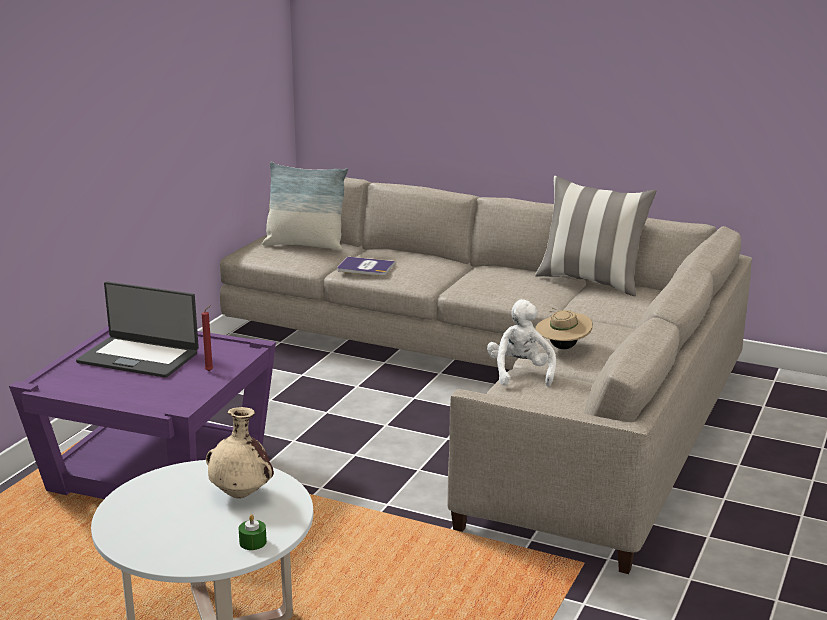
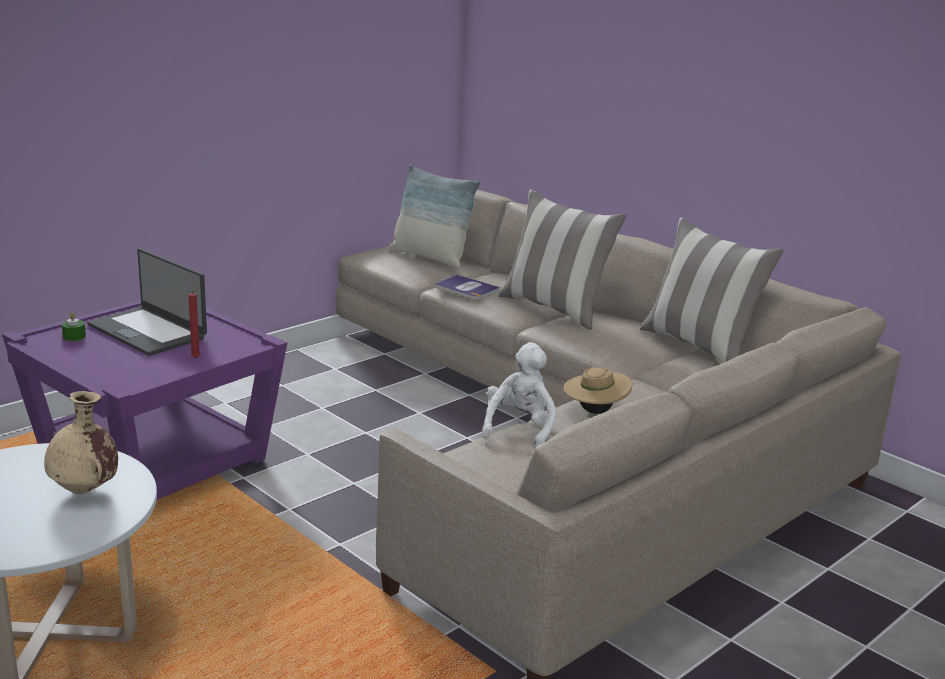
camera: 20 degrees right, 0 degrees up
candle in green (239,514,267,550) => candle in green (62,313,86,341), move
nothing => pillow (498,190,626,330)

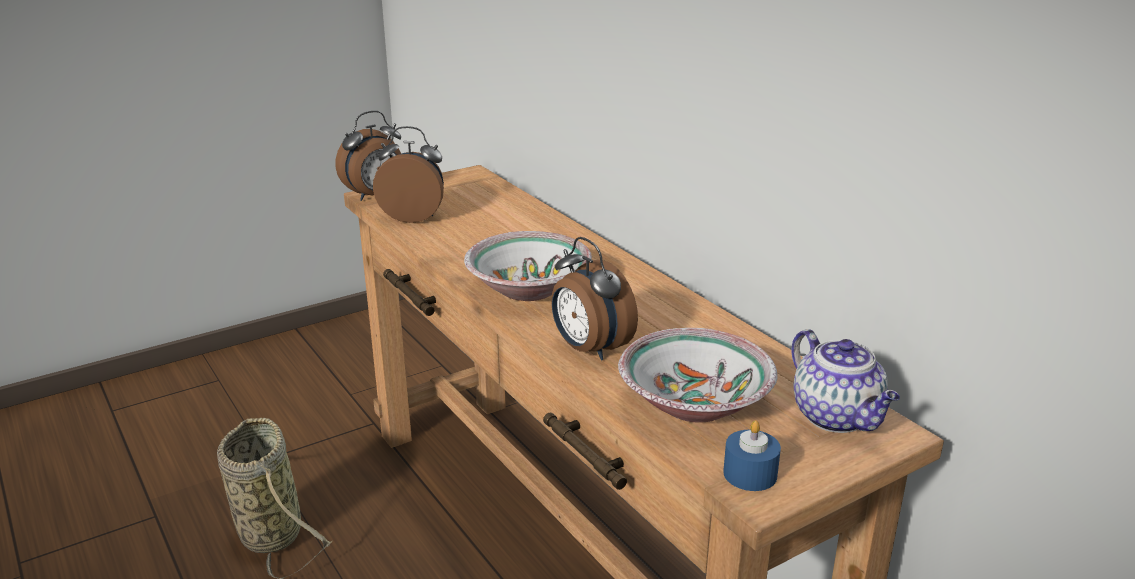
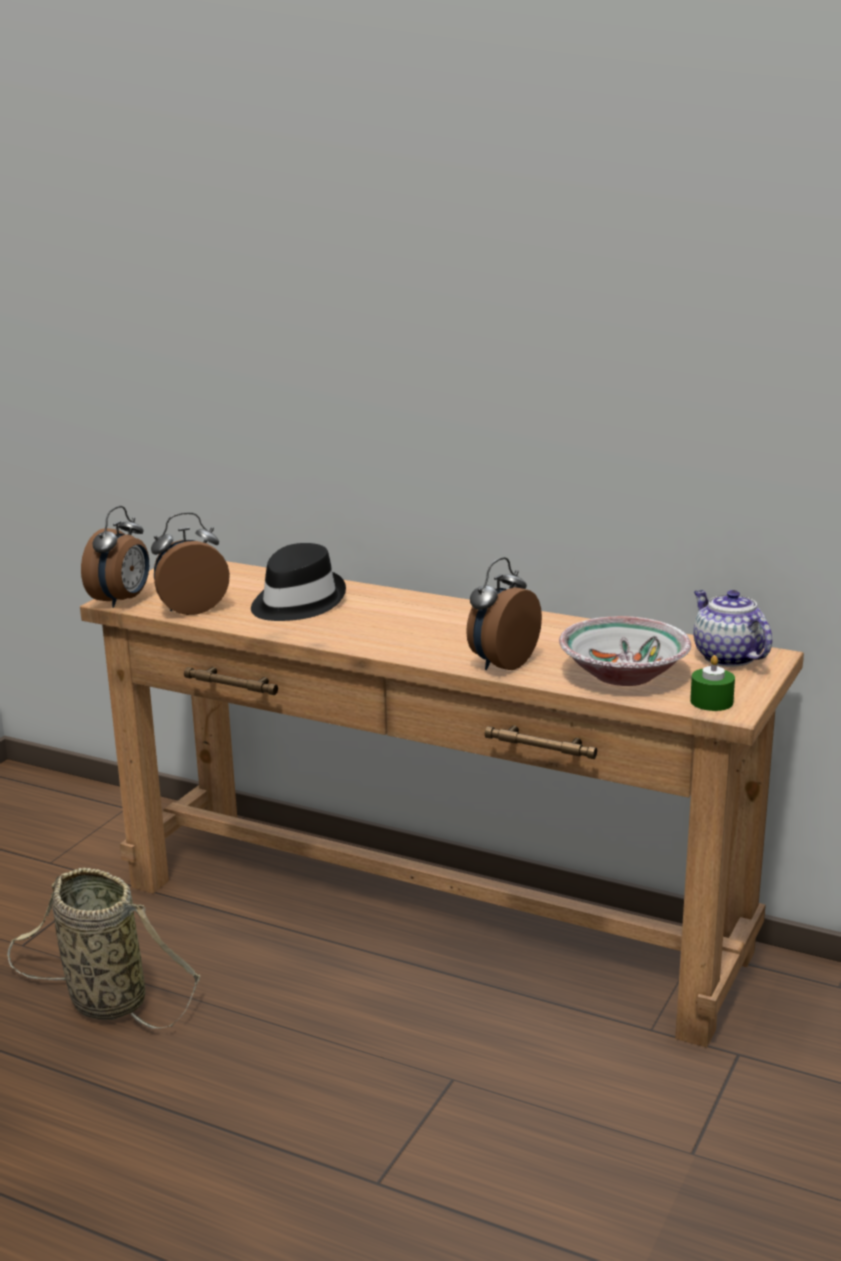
camera: 30 degrees left, 5 degrees down
nothing => hat in black (251,543,346,621)
alarm clock (551,237,638,361) => alarm clock (466,557,542,670), 105 degrees clockwise
candle in blue (723,420,781,491) => candle in green (690,655,735,711)
teapot (792,329,900,433) => teapot (693,590,772,667), 150 degrees counterclockwise
bowl (464,231,592,301) => nothing

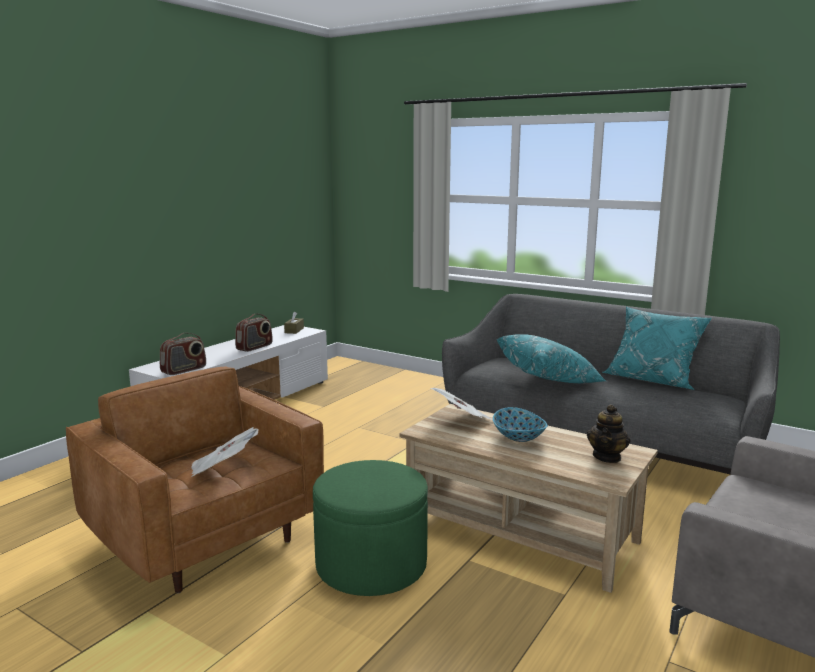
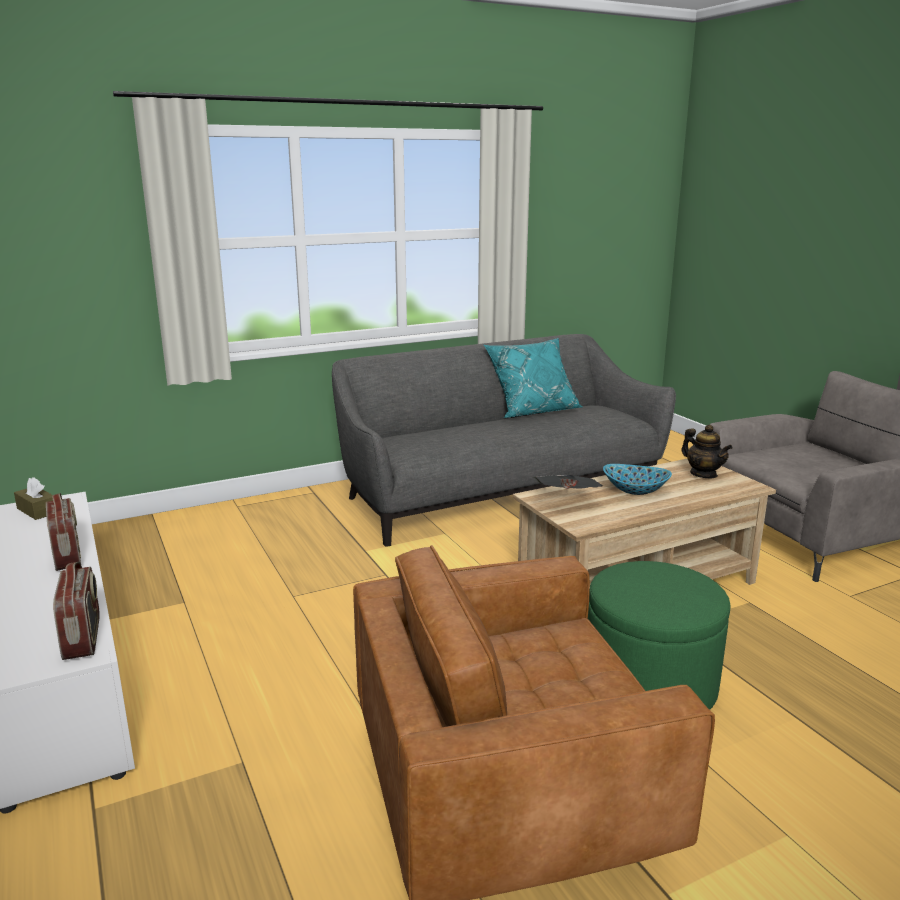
camera: 60 degrees left, 5 degrees up
newspaper (191,427,259,477) => nothing
pillow in turquoise (497,334,606,383) => nothing

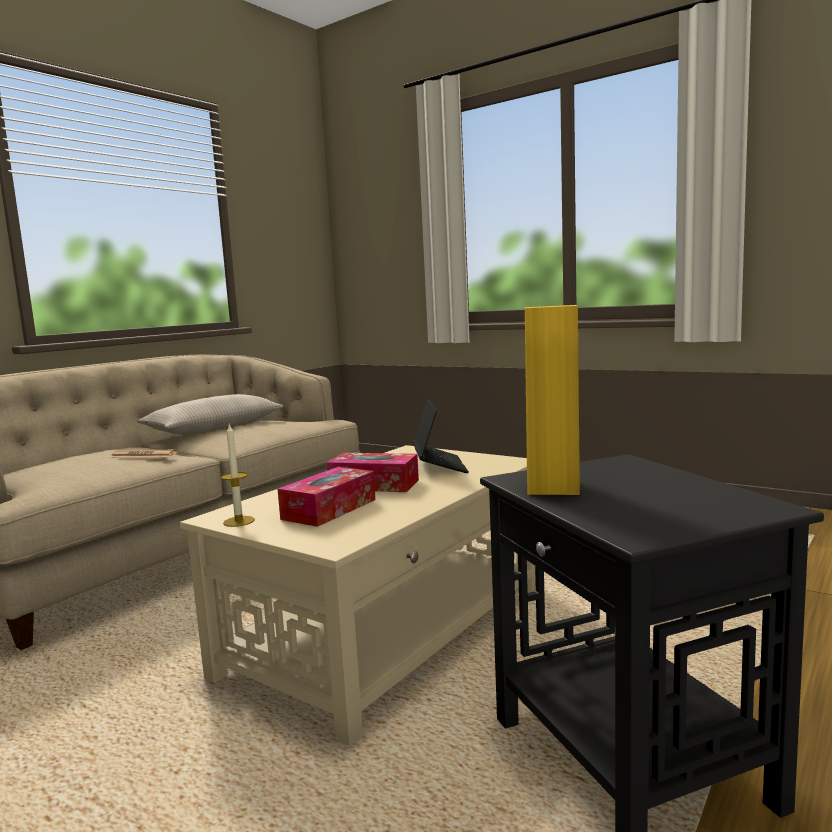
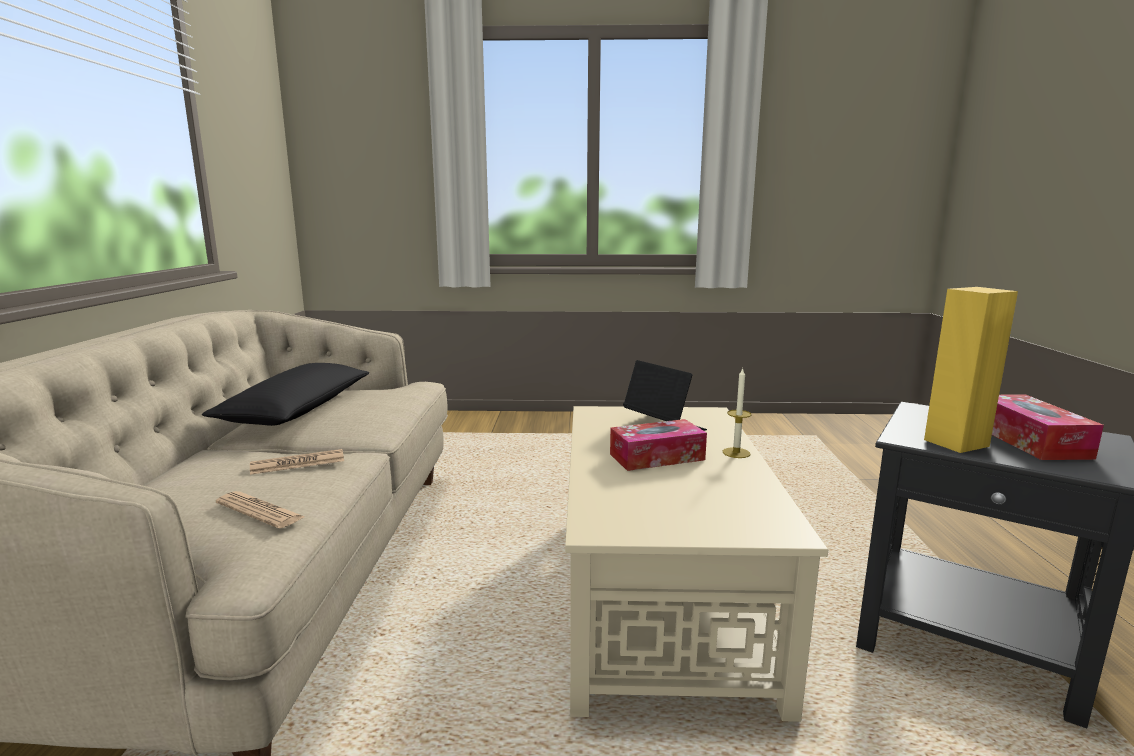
camera: 35 degrees left, 5 degrees up
pillow in beige (136,394,283,434) => pillow in black (202,363,369,426)
nothing => newspaper (216,491,305,528)
candle (221,424,255,527) => candle (723,368,751,458), move
tissue box (278,467,376,527) => tissue box (992,394,1104,460), move

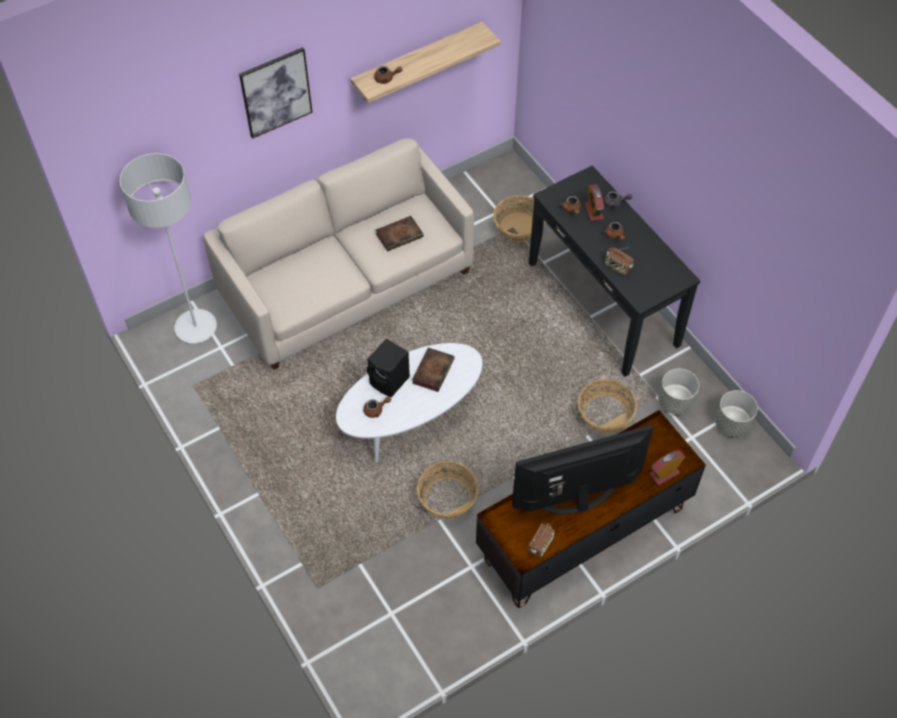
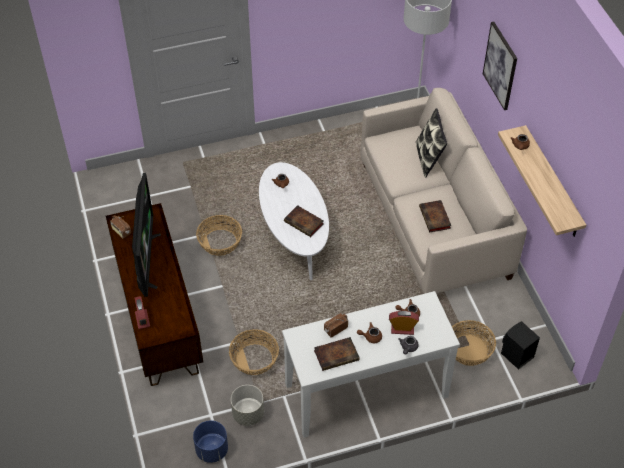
camera: 105 degrees right, 5 degrees down
planter in grey (715,390,758,437) => planter in blue (193,420,228,463)
console table in black (529,166,700,377) => console table in white (282,291,460,438)
nothing => book (314,337,360,371)
nothing => pillow (416,108,447,178)
speaker in black (367,339,410,397) => speaker in black (501,321,540,370), move

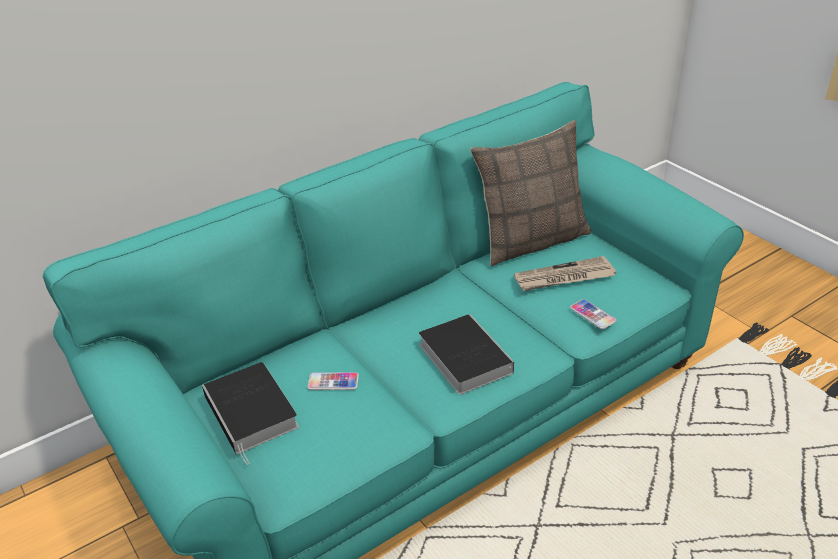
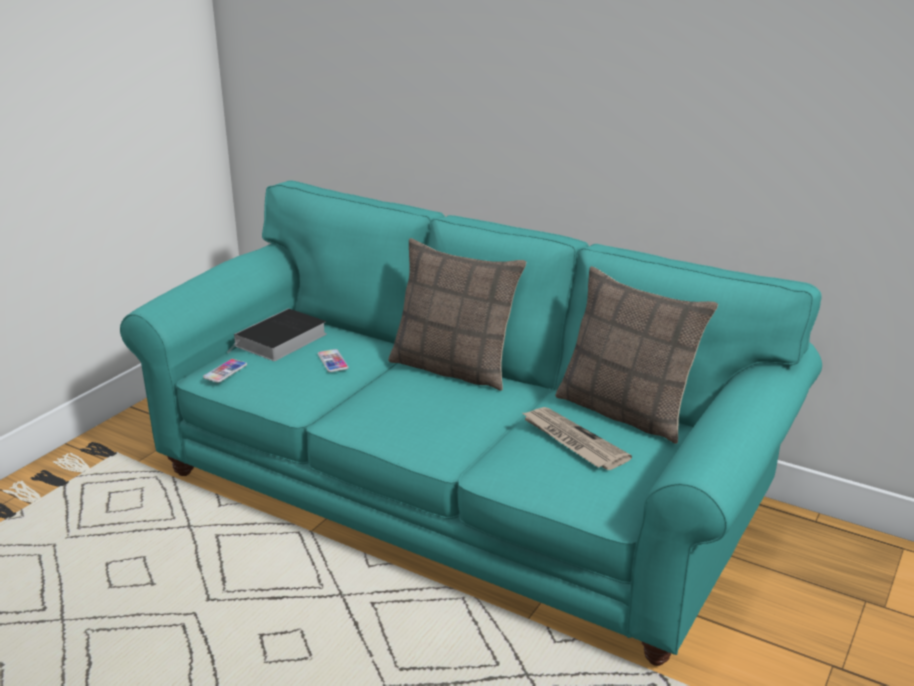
camera: 65 degrees right, 10 degrees down
phone (570,299,616,329) => phone (203,359,247,383), move
nothing => pillow (388,238,526,391)
book (419,314,514,395) => nothing

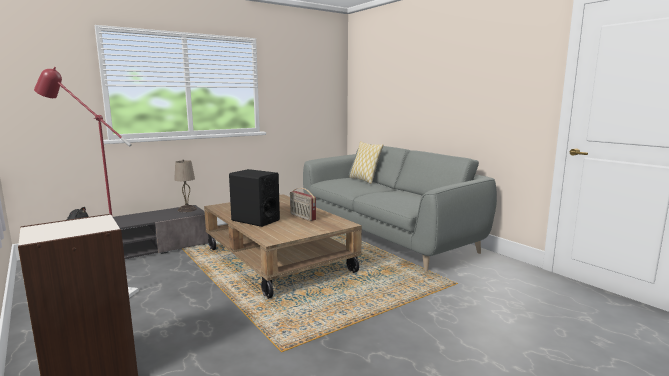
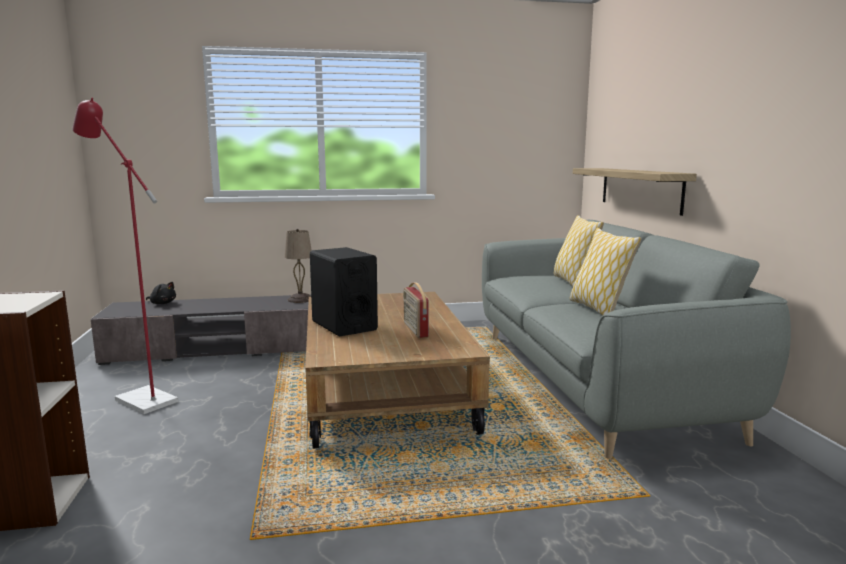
camera: 25 degrees right, 0 degrees up
nothing => pillow (570,228,642,315)
nothing => shelf (573,168,697,216)

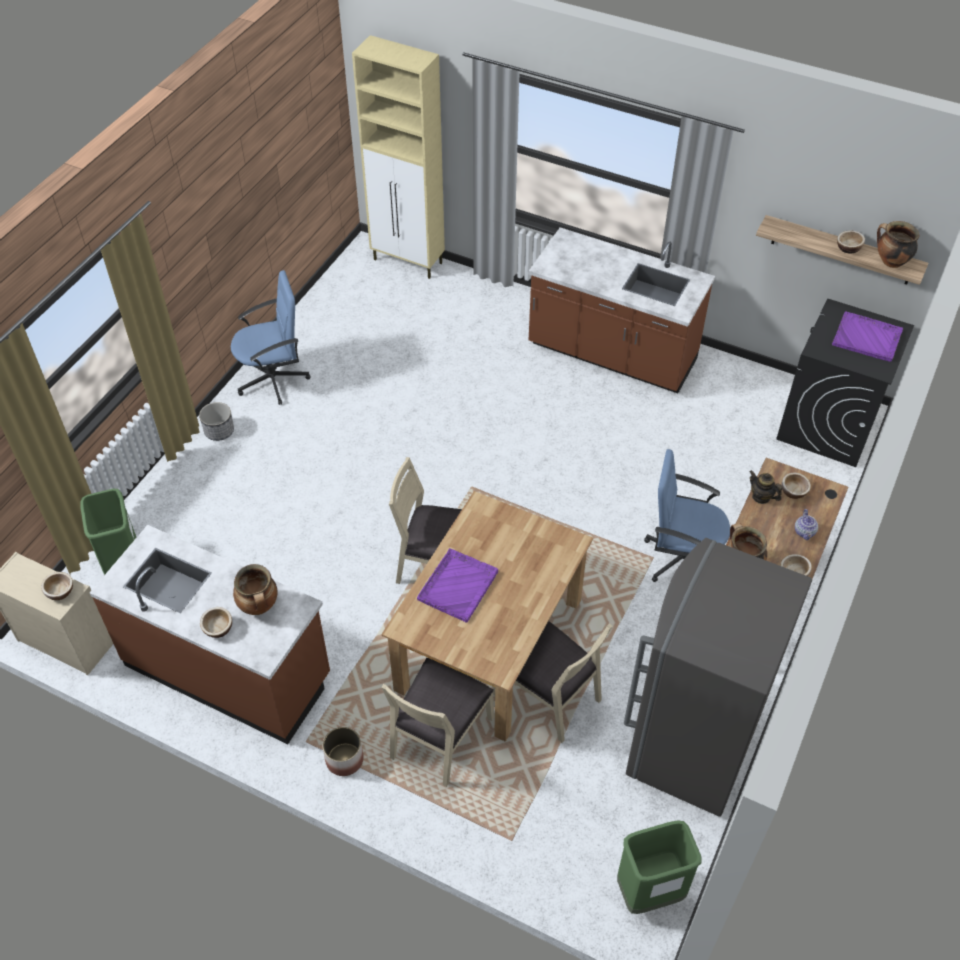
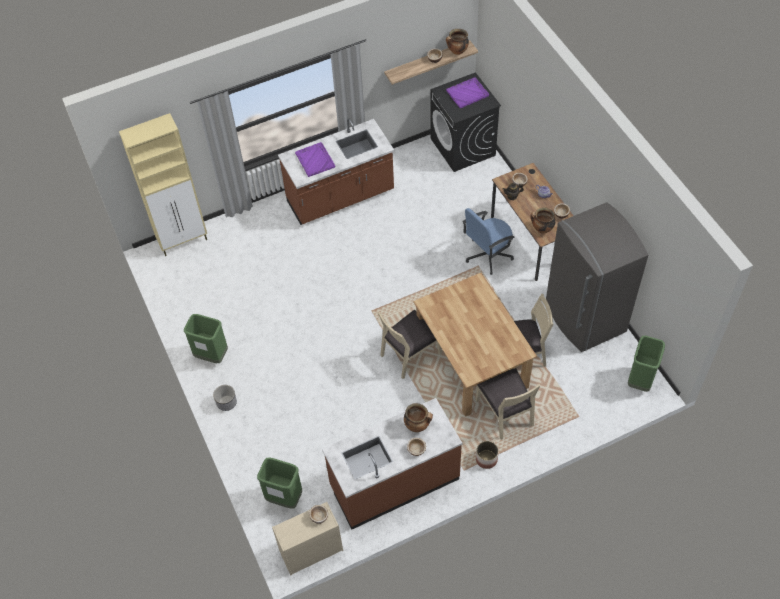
camera: 50 degrees left, 5 degrees up
office chair in blue (231,270,311,405) => trash can in green (184,314,228,363)
tray in purple (417,548,498,623) => tray in purple (295,142,335,177), move

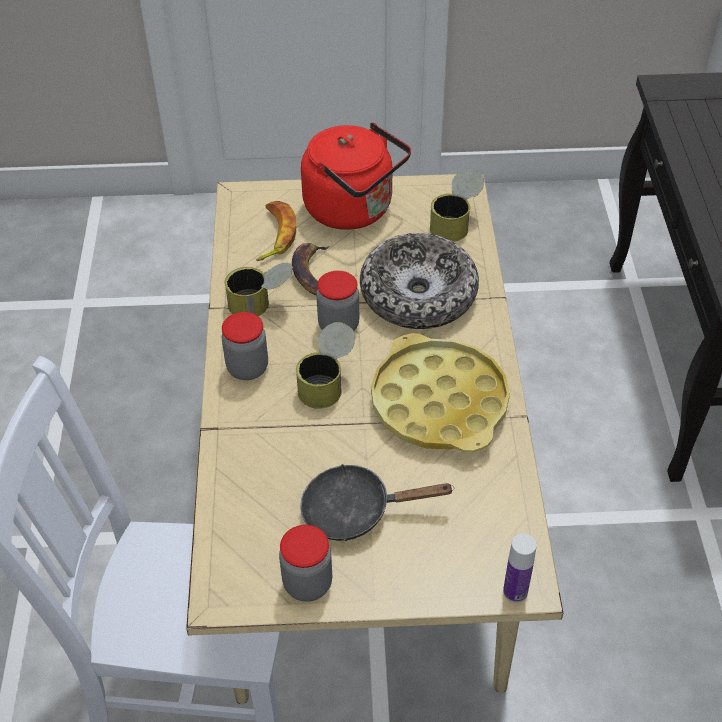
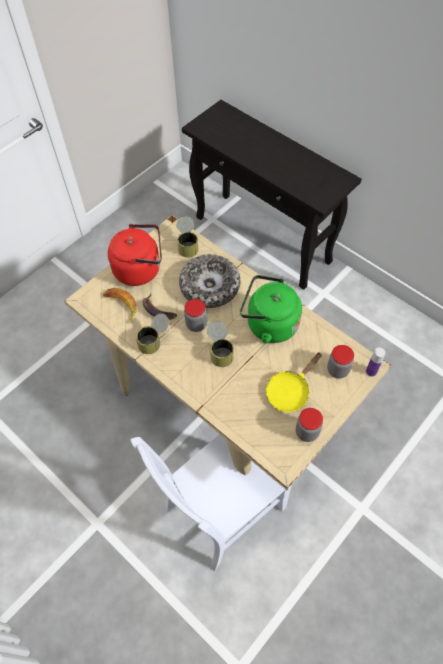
camera: 45 degrees left, 10 degrees up
tray in yellow (371,333,510,452) => kettle in green (240,275,302,343)
frying pan in black (300,464,454,541) => frying pan in yellow (266,352,322,412)
jar (222,312,268,380) => jar (327,345,354,379), move

